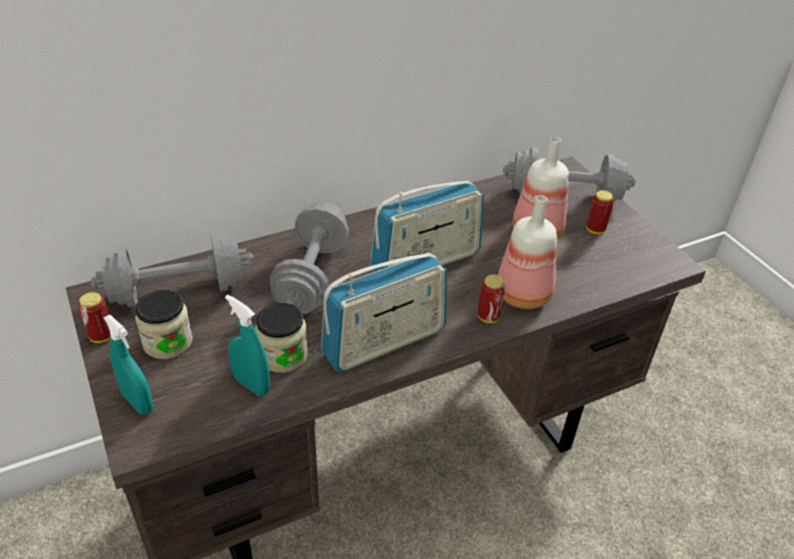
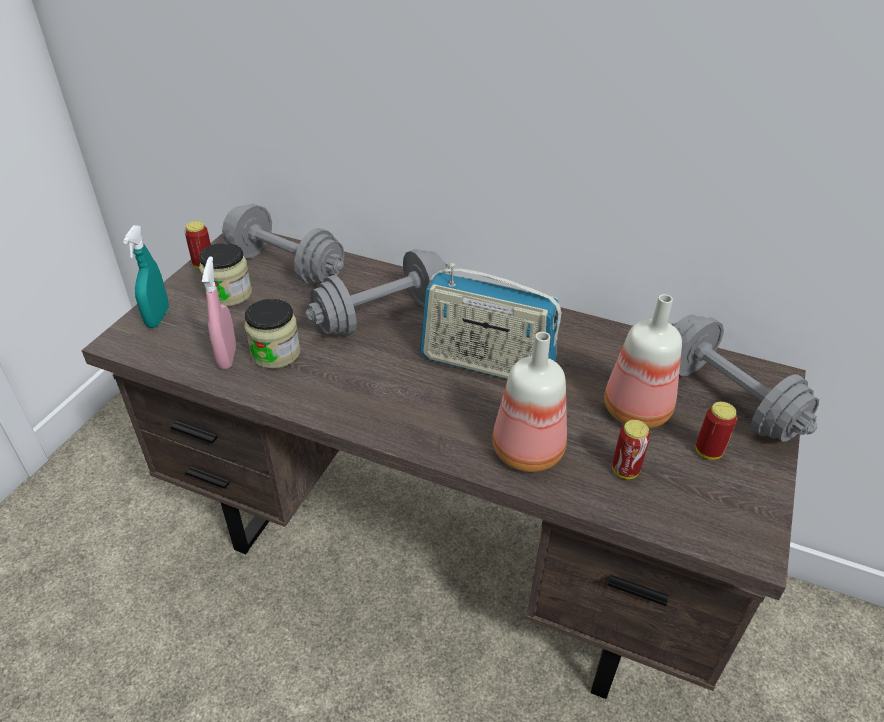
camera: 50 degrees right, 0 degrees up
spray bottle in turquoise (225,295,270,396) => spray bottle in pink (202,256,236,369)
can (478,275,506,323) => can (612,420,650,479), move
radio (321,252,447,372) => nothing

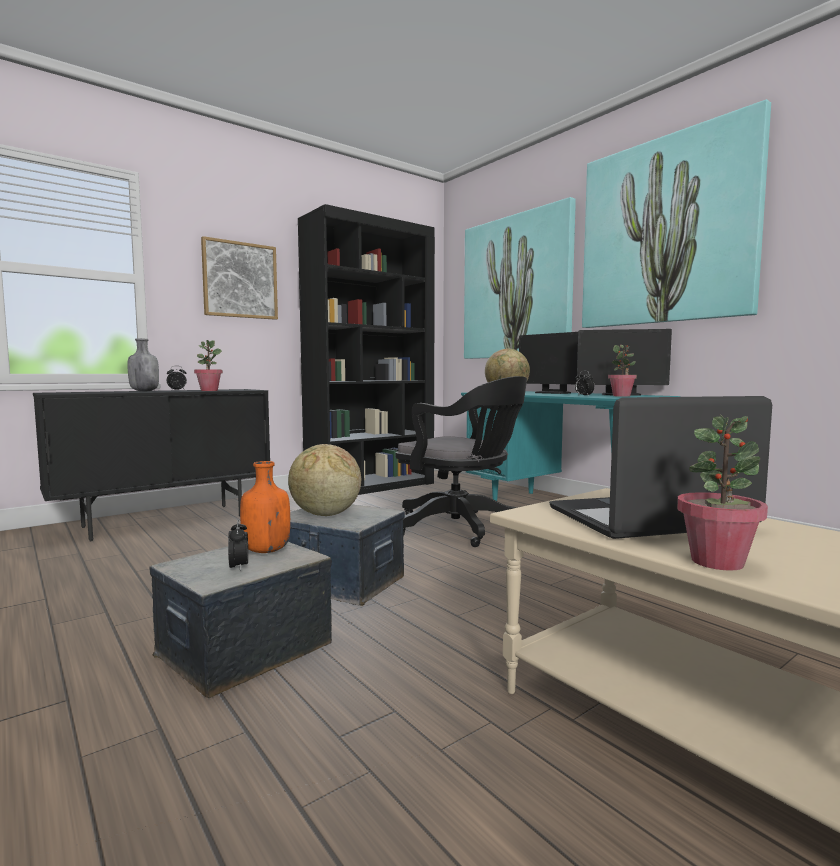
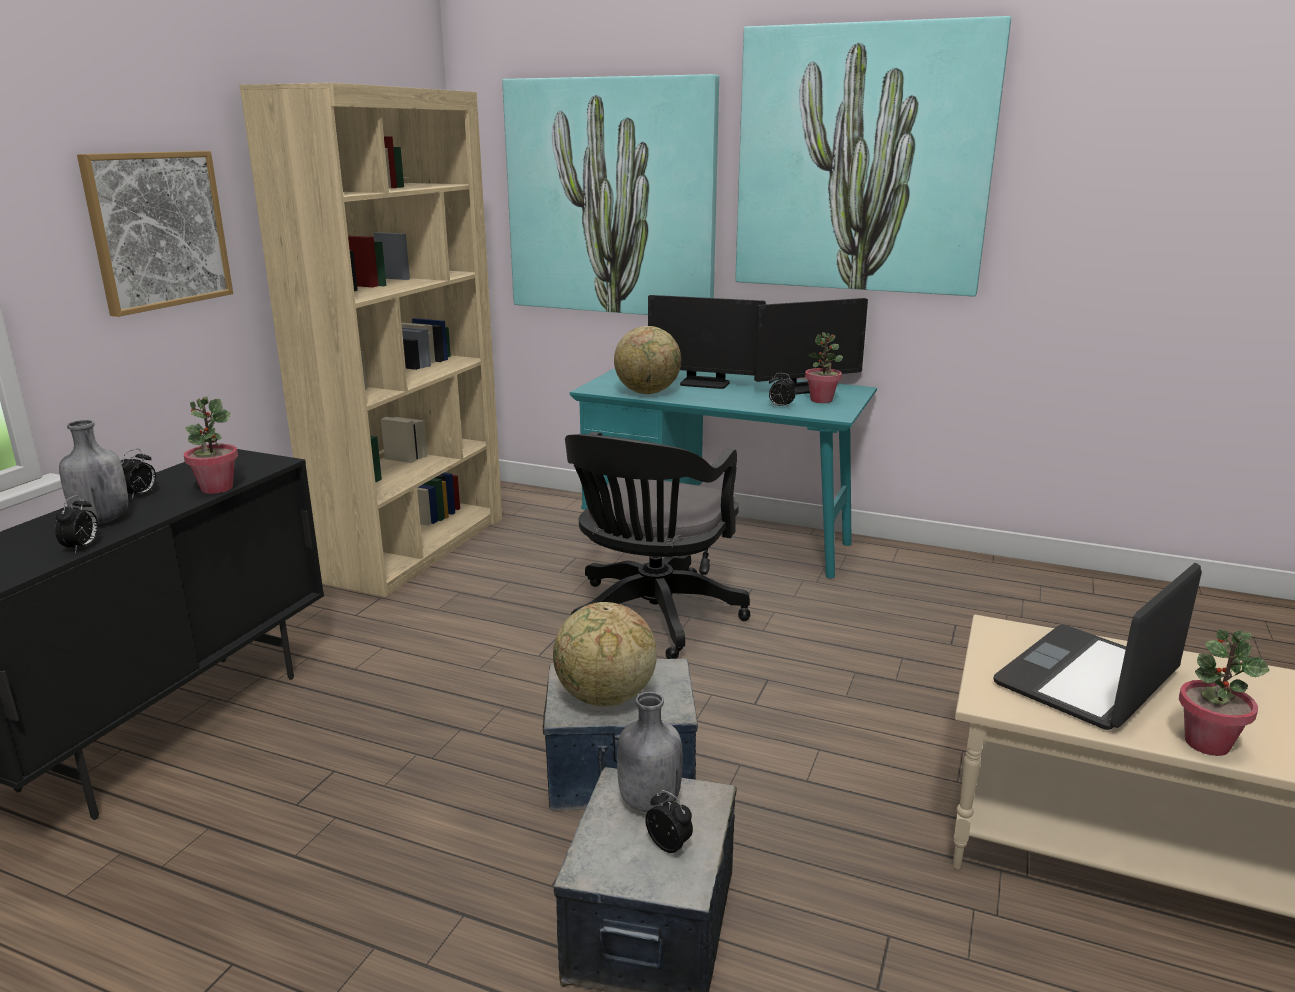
camera: 30 degrees left, 15 degrees up
nothing => alarm clock (55,495,98,553)
bookcase in black (298,204,435,495) => bookcase in beige (239,83,502,597)
office chair in black (395,376,527,547) => office chair in black (565,432,751,659), 105 degrees clockwise
bottle in orange (240,461,290,553) => bottle in grey (617,692,682,812)

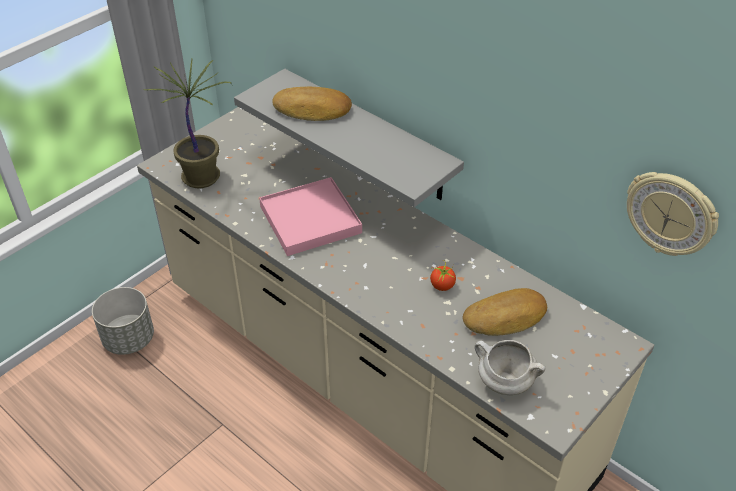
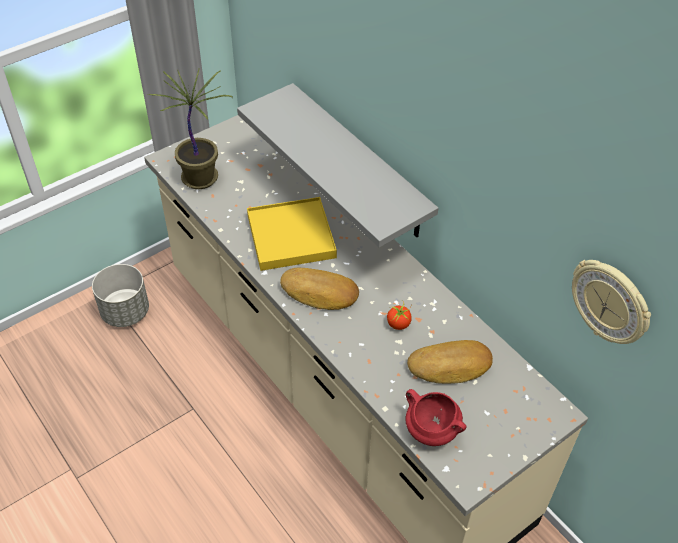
camera: 10 degrees right, 5 degrees up
tray in pink (259,177,362,256) => tray in yellow (247,197,337,271)
bread (272,87,352,121) => bread (280,268,359,310), move
cooking pot in white (475,340,546,395) => cooking pot in red (406,389,467,446)

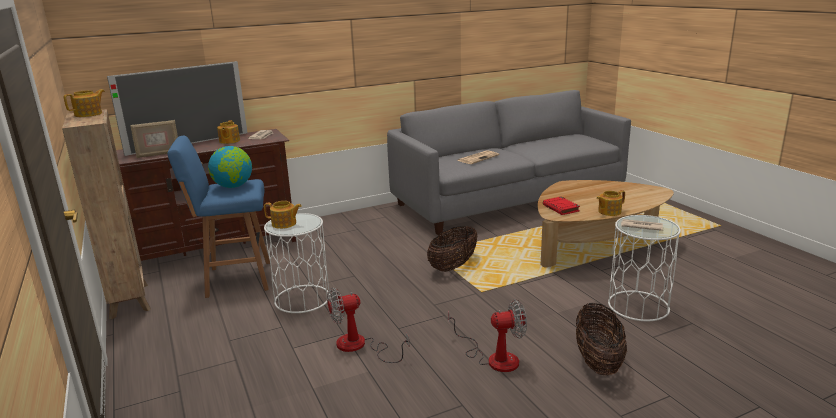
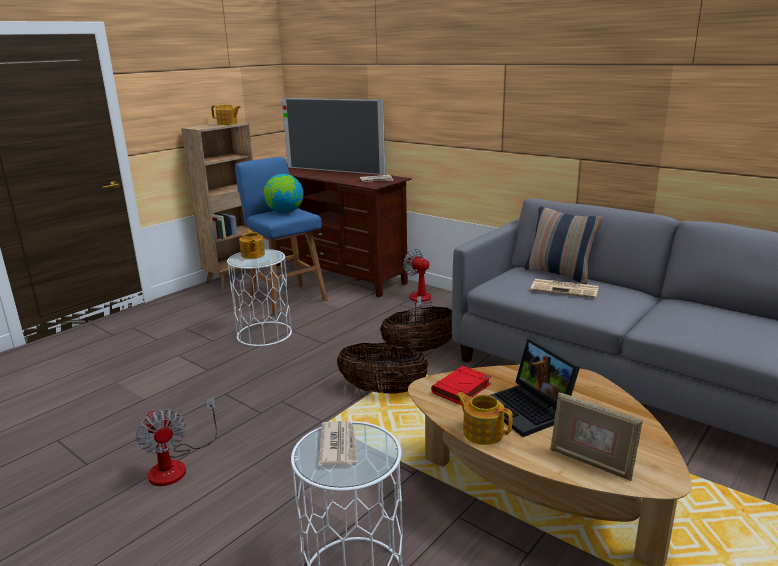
camera: 65 degrees right, 0 degrees up
basket (576,303,627,375) => basket (380,307,452,352), move
fan (327,288,409,363) => fan (403,249,433,316), move
nothing => laptop (490,339,580,437)
nothing => pillow (525,206,603,284)
picture frame (130,120,178,158) => picture frame (550,393,643,481), move
teapot (217,120,240,144) => nothing

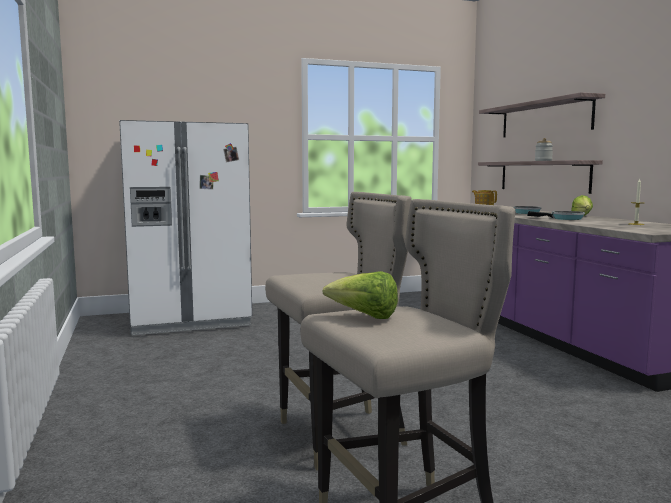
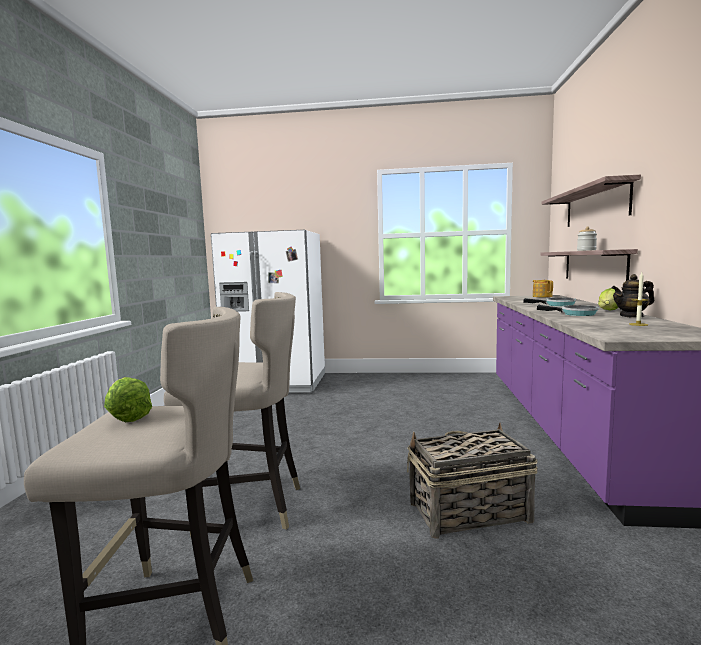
camera: 25 degrees right, 0 degrees up
nothing => basket (407,423,538,539)
nothing => teapot (612,274,654,318)

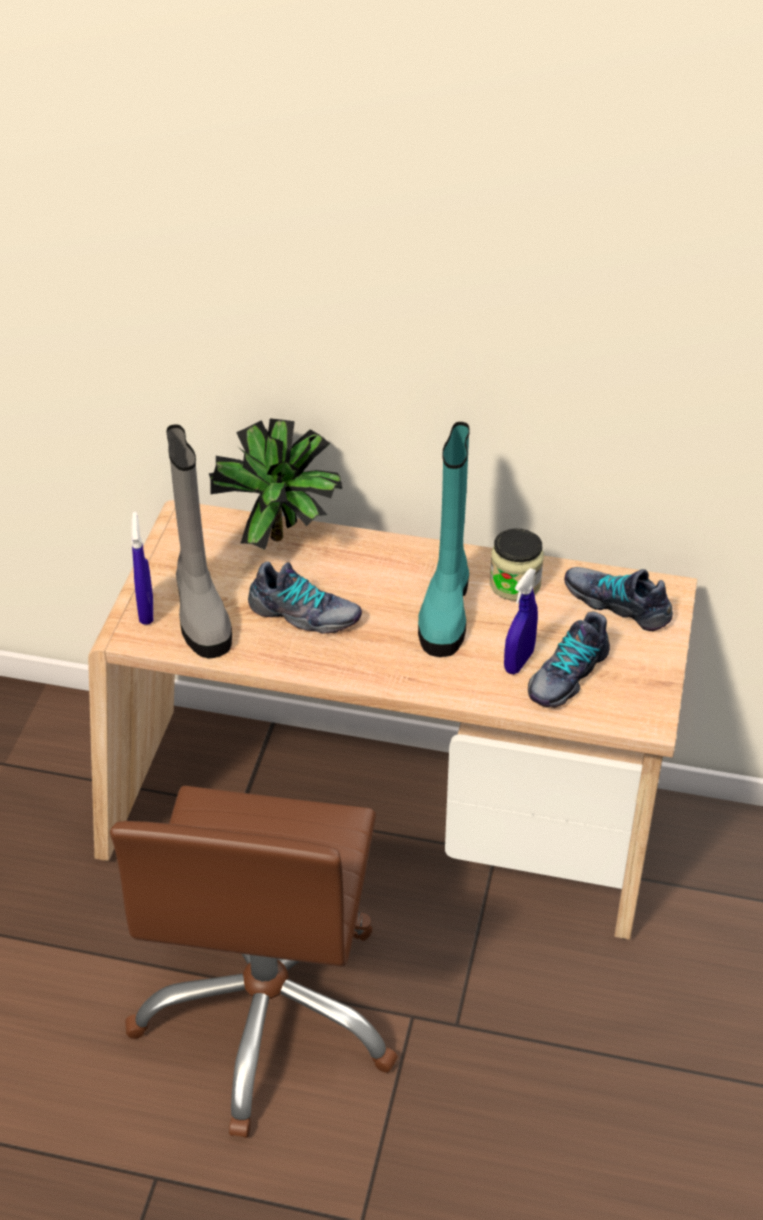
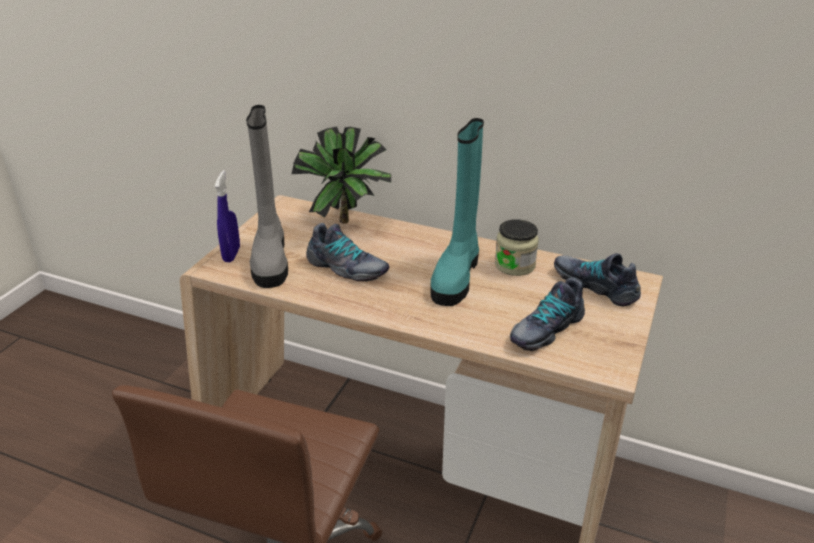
camera: 10 degrees right, 10 degrees down
spray bottle in blue (504,568,538,674) => nothing

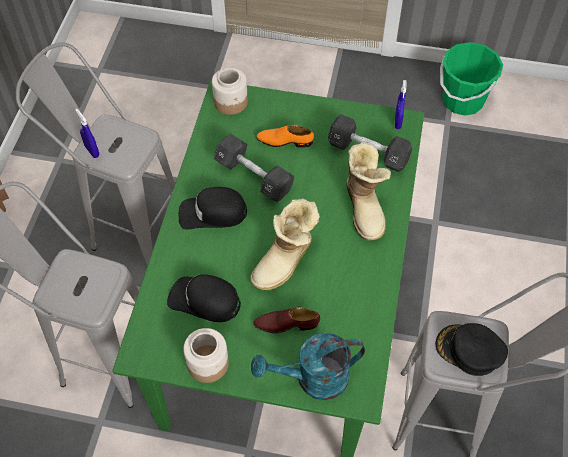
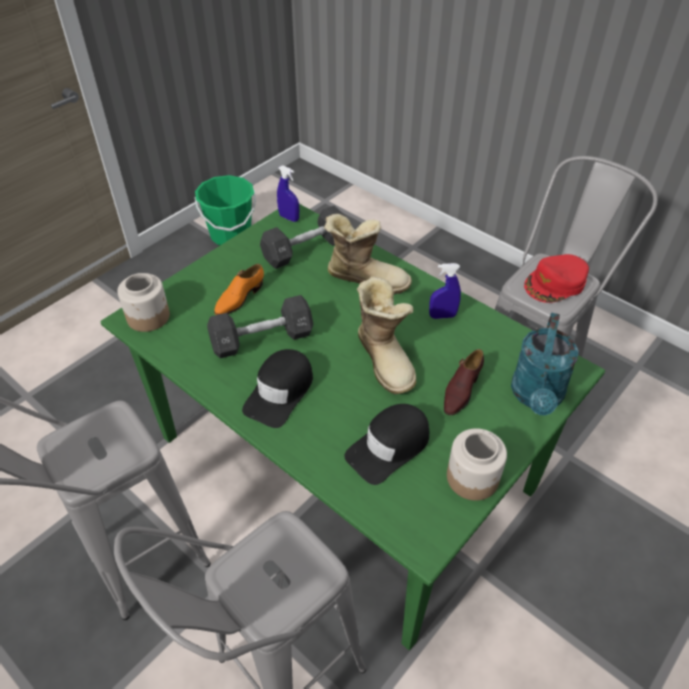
camera: 60 degrees left, 10 degrees down
spray bottle in blue (75,109,100,158) => spray bottle in blue (429,263,461,319), move
cap in black (436,323,508,376) => cap in red (524,254,589,303)

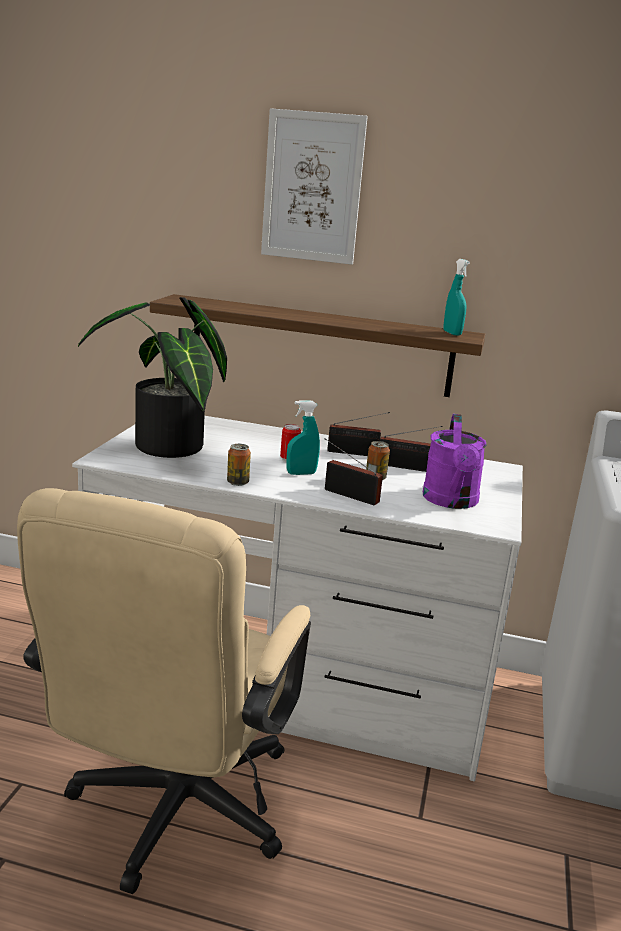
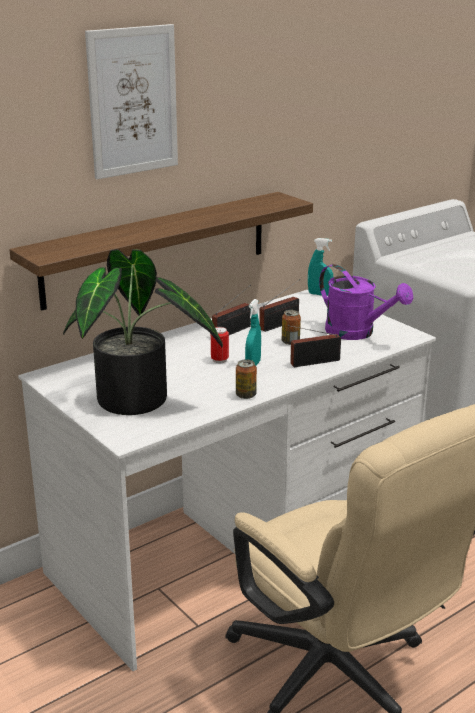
camera: 50 degrees left, 5 degrees up
spray bottle in turquoise (444,259,470,335) => spray bottle in turquoise (308,238,333,296), move

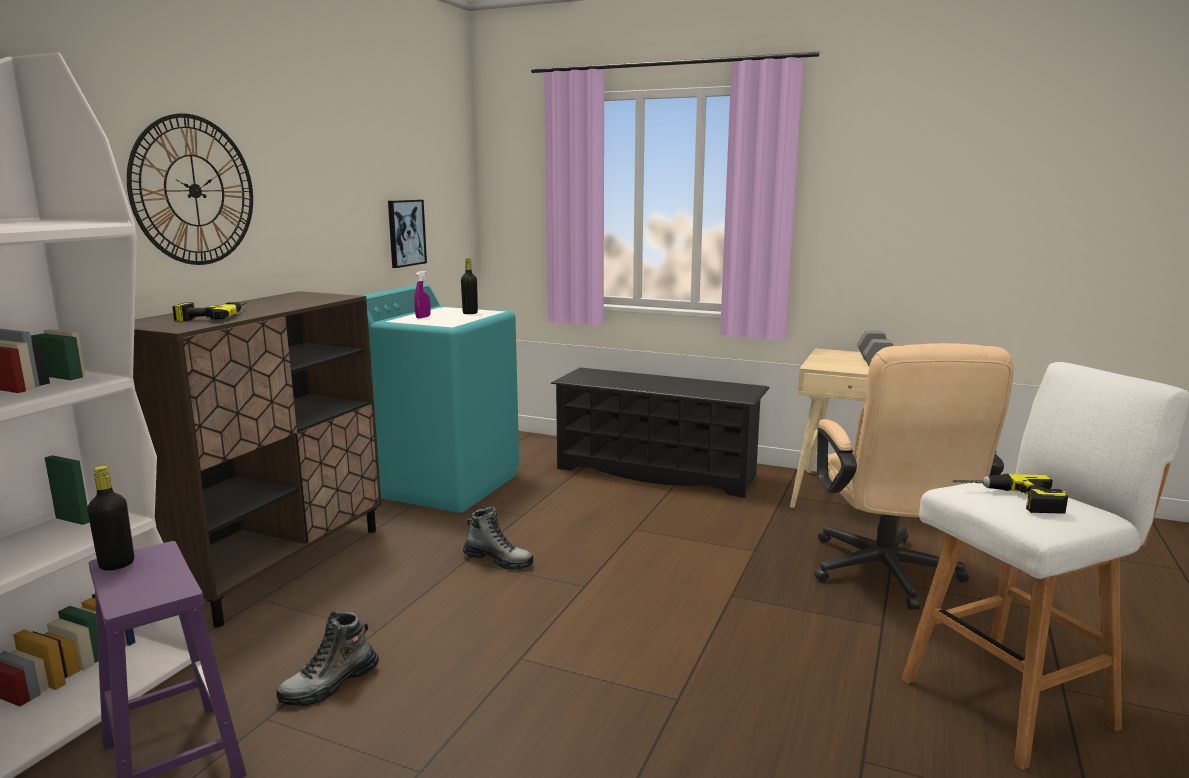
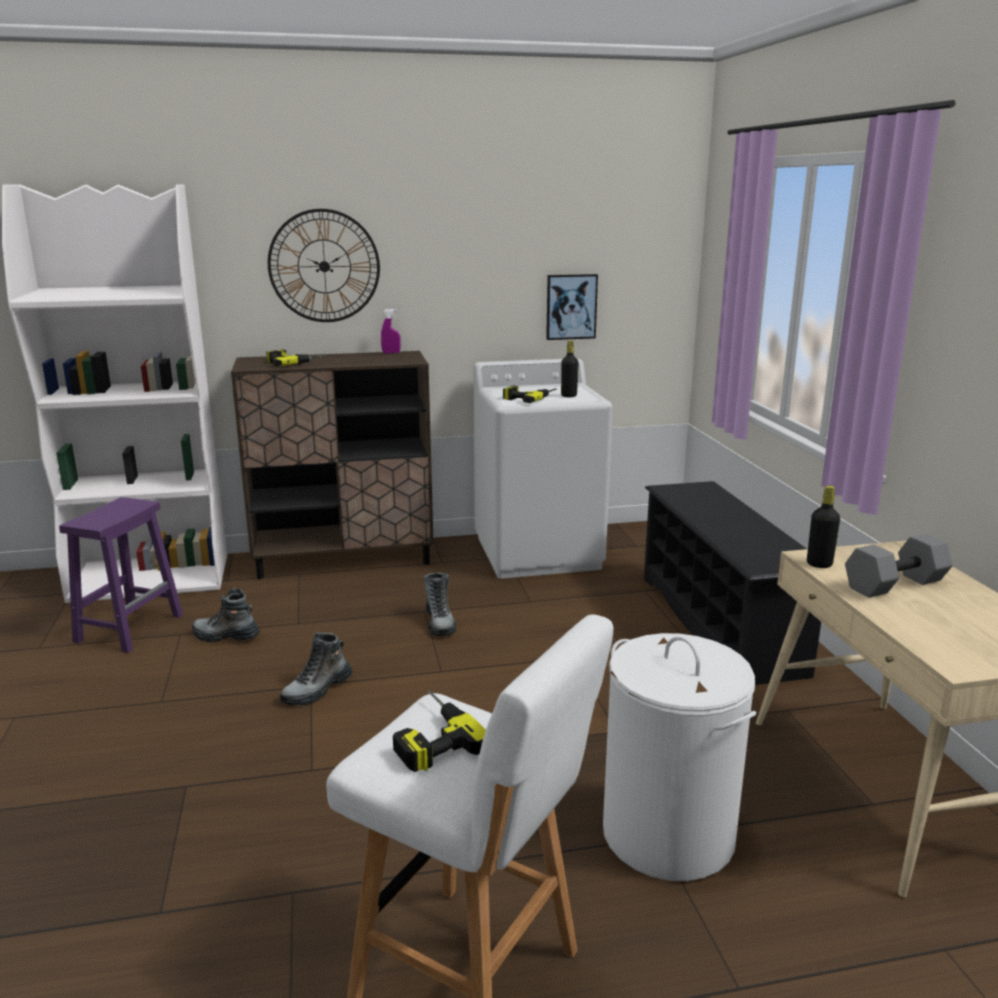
camera: 55 degrees right, 5 degrees up
nothing => boot (280,632,352,706)
spray bottle in purple (414,271,431,319) => spray bottle in purple (381,309,401,353), move
washing machine in turquoise (362,284,519,513) => washing machine in white (473,358,613,579)
nothing => power drill (503,386,556,403)
office chair in beige (815,343,1014,610) => laundry basket in white (603,633,756,881)
bottle in black (87,466,134,571) => bottle in black (807,486,840,568), move

